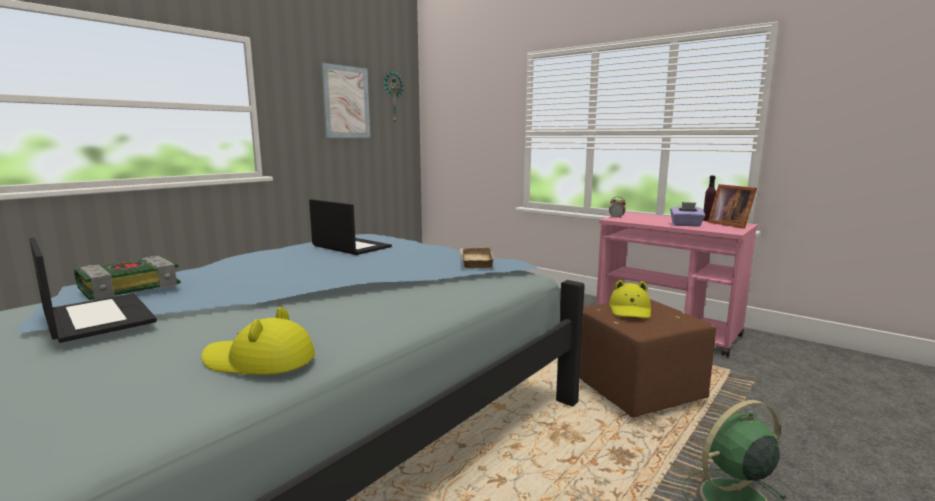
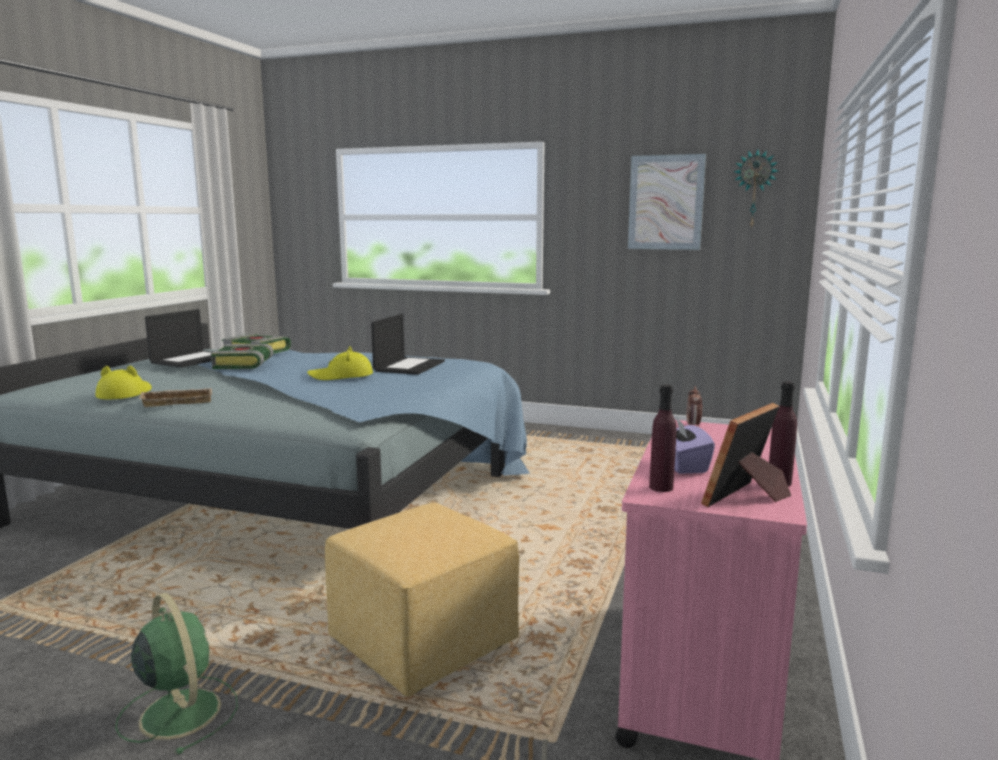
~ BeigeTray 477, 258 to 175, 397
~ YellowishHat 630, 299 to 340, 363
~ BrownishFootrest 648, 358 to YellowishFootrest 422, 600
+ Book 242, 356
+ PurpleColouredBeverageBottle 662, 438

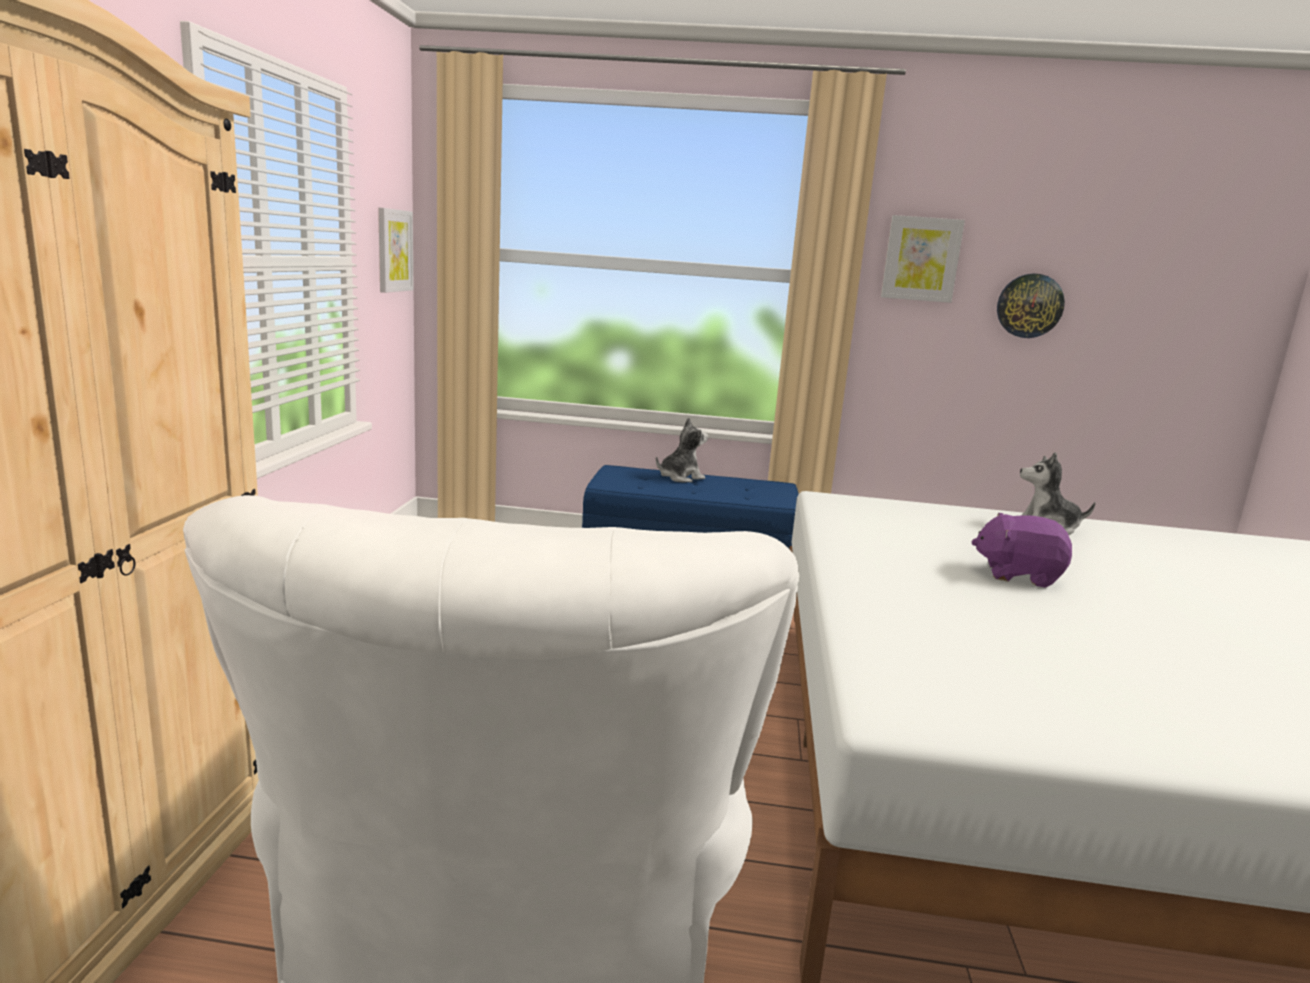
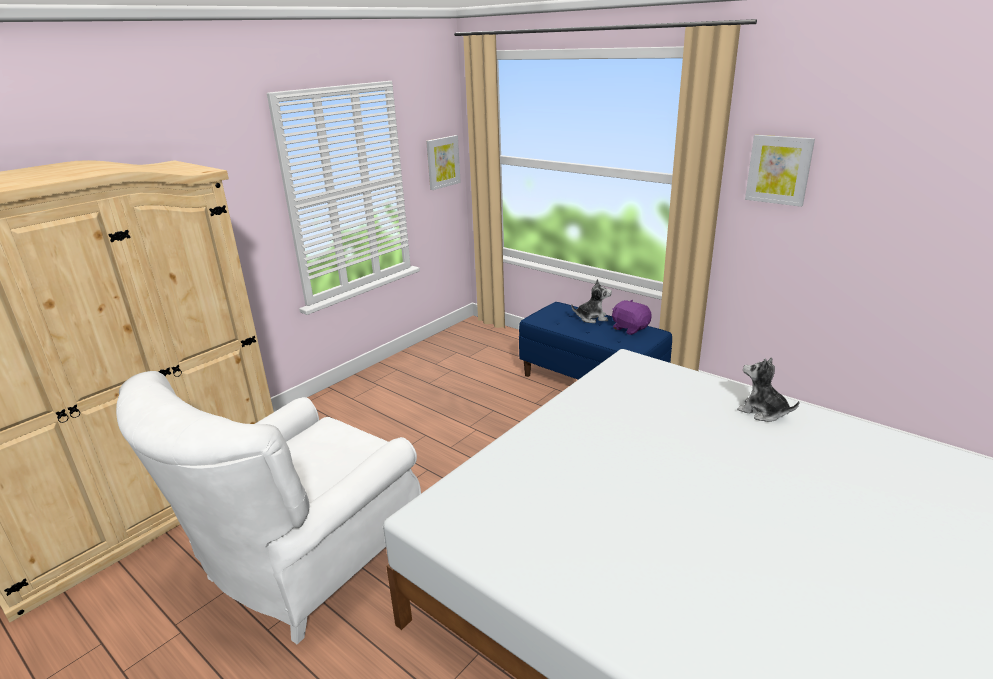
- HangingClock 1031, 306
~ PurpleColouredSoftToy 1022, 550 to 632, 317

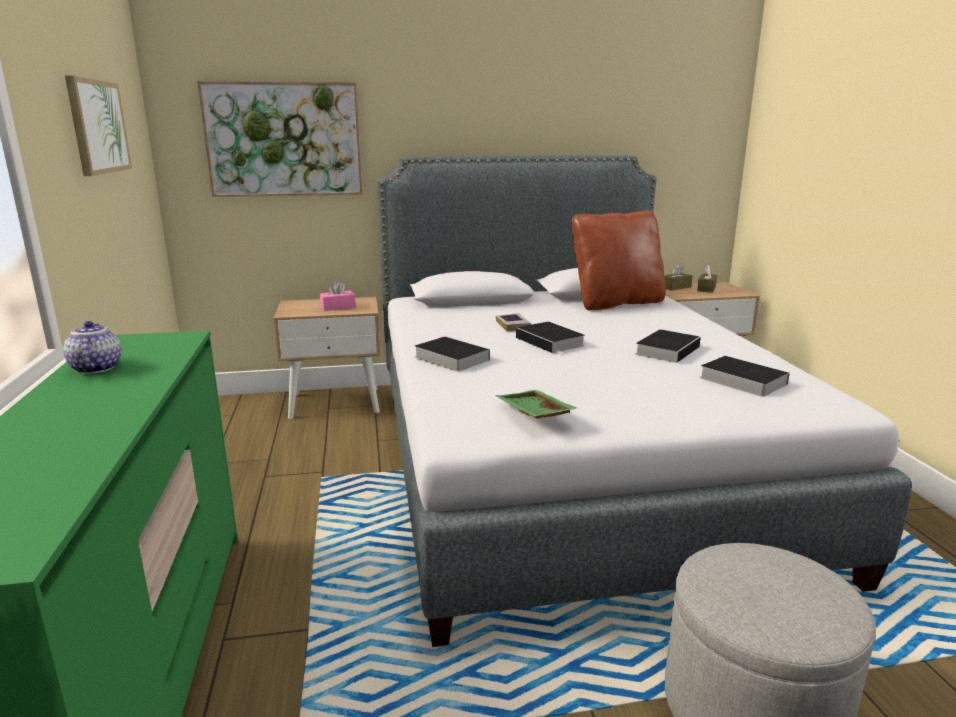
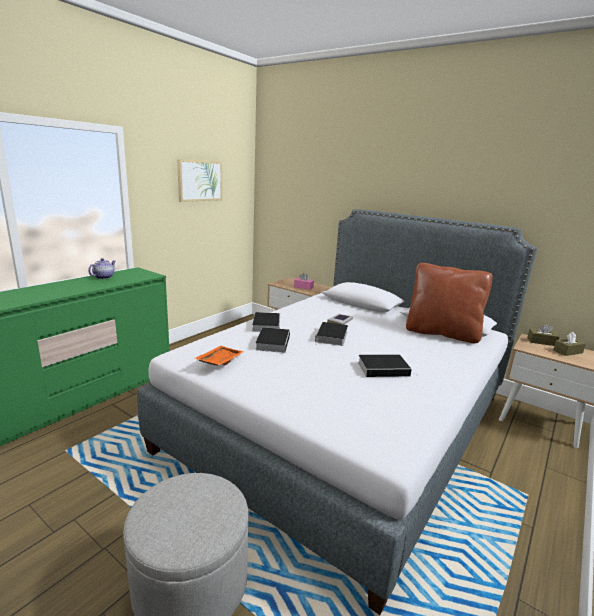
- WallPicture 279, 139
~ Book 744, 376 to 272, 340
~ GreenTray 537, 404 to OrangeyTray 219, 356

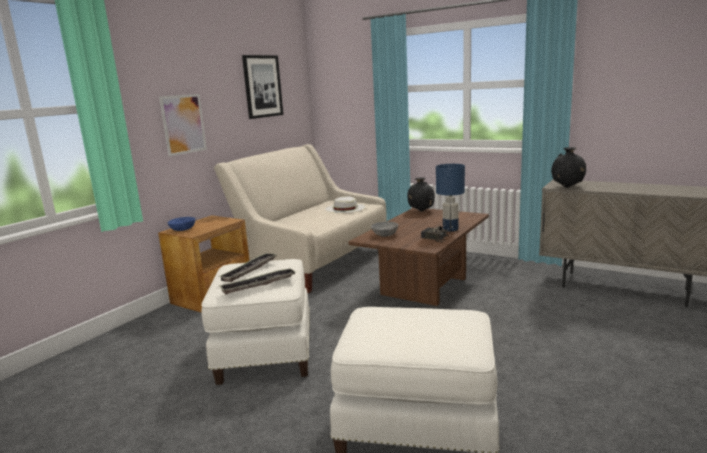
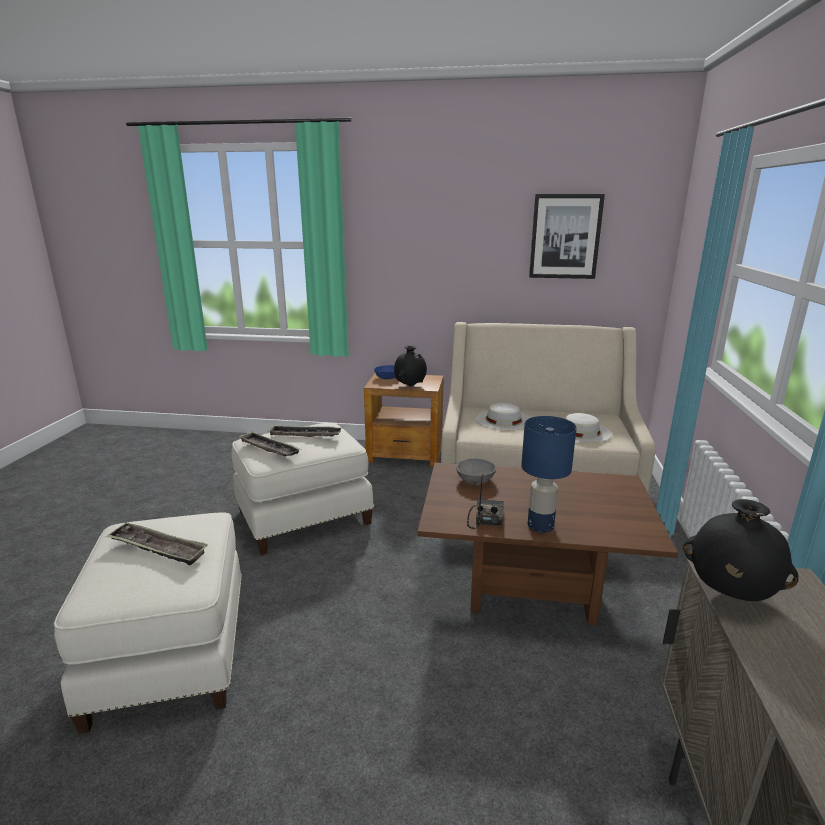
- WallPicture 183, 125
~ BlackishVase 421, 194 to 410, 366
+ WhiteHat 503, 416
+ Tray 157, 544

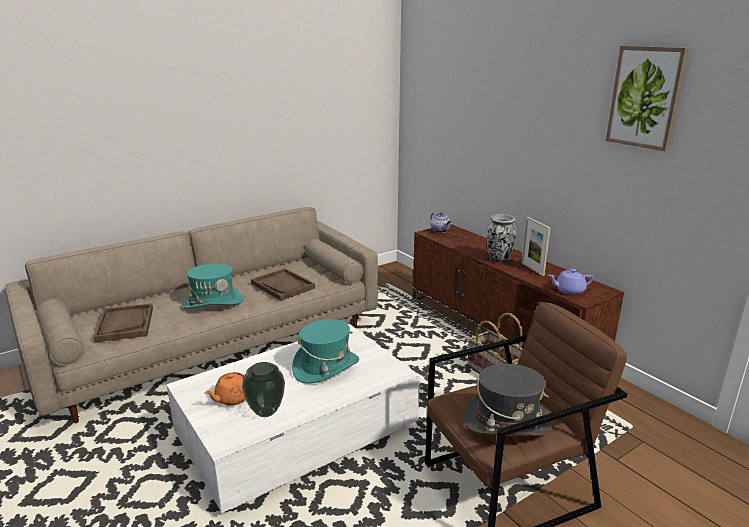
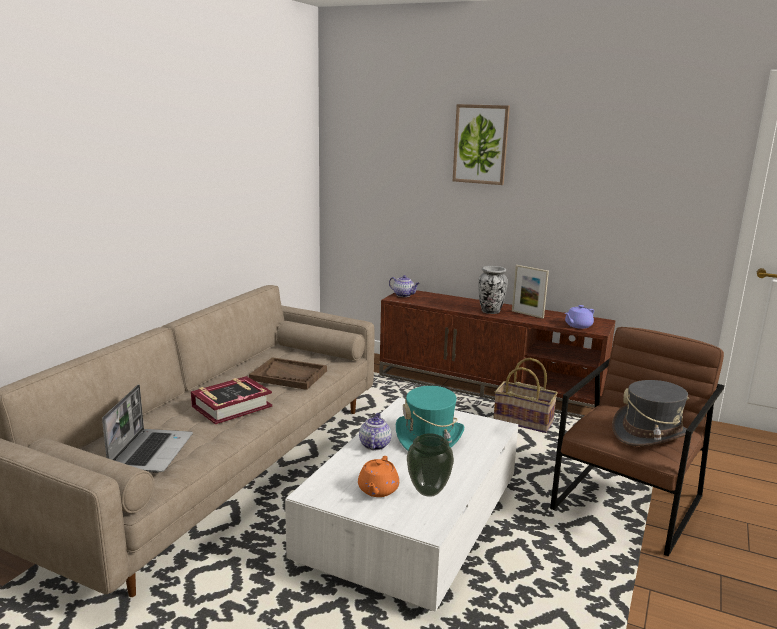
~ WallPicture 647, 98 to 481, 144
~ TurquoiseColouredHat 213, 286 to Book 231, 400
~ BrownishTray 123, 322 to Laptop 147, 428
+ PotForTea 375, 431

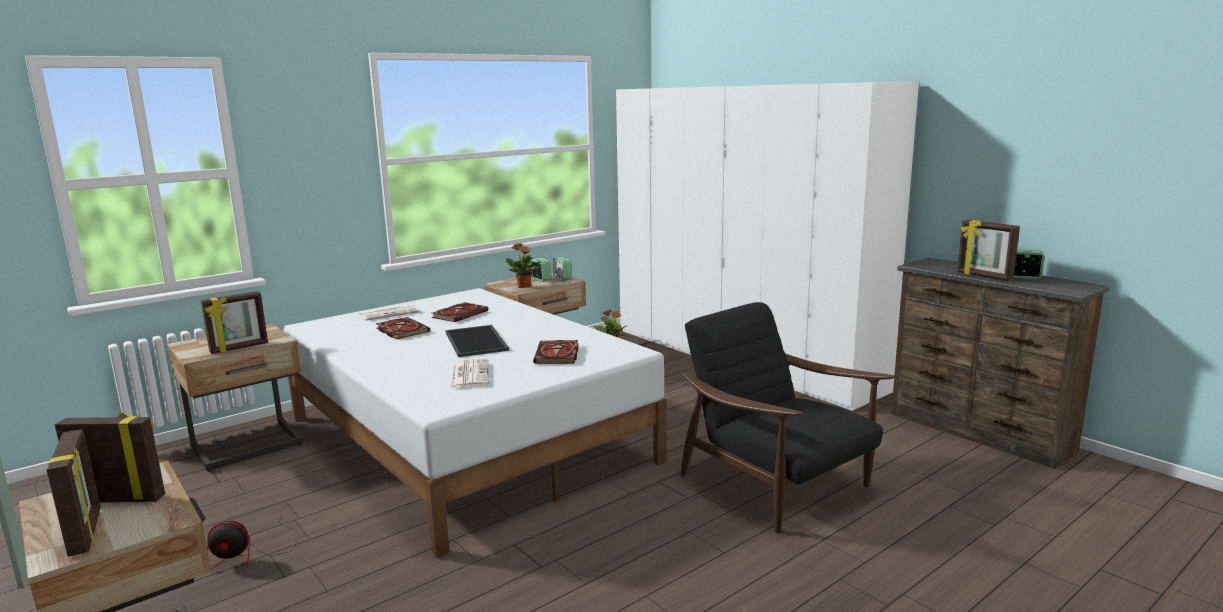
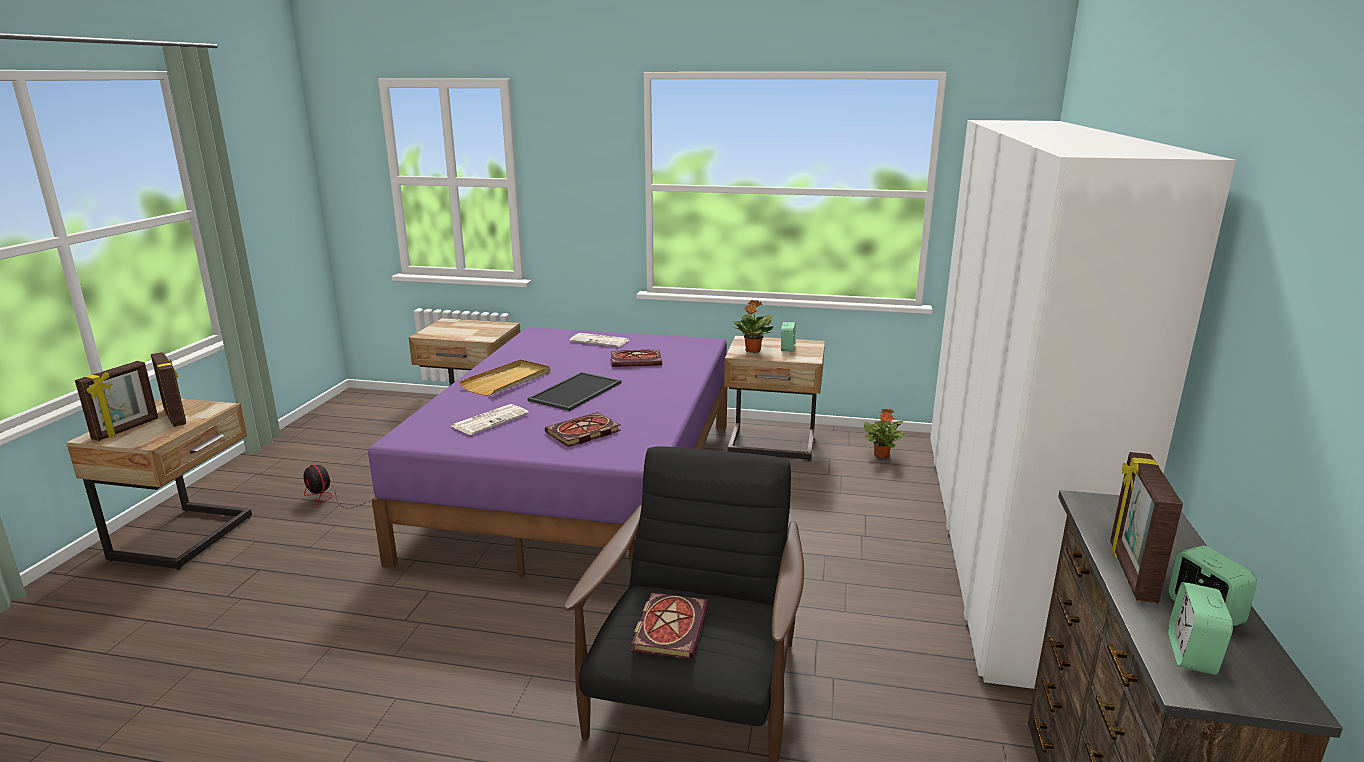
~ AlarmClock 562, 269 to 1200, 628
~ WhiteBed 475, 423 to PurpleColouredBed 547, 452
- PictureFrame 234, 322
~ Book 403, 328 to 670, 625
+ BeigeTray 504, 377

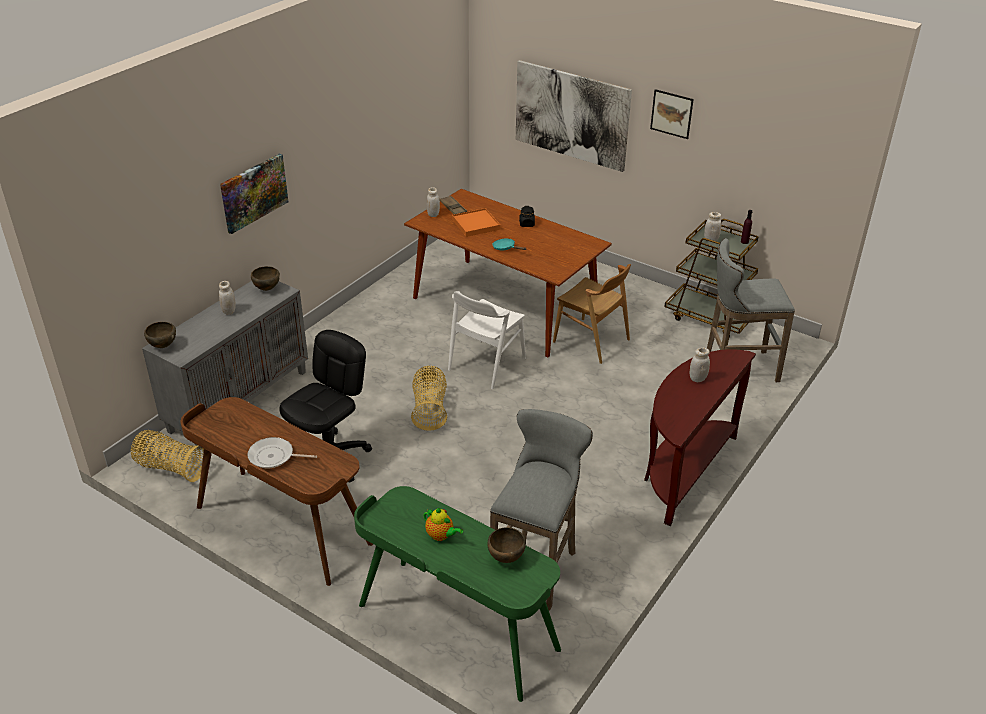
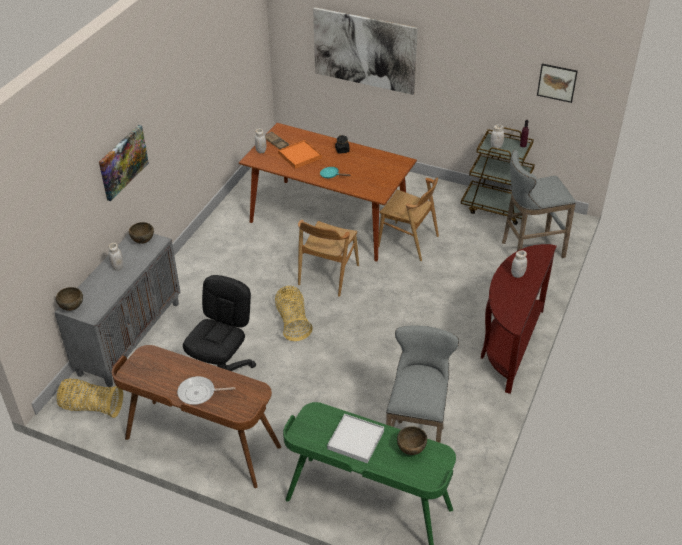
~ WallPicture 672, 114 to 557, 83
~ WhiteChair 487, 340 to BrownishChair 328, 258
~ PotForTea 443, 524 to WhiteTray 355, 438

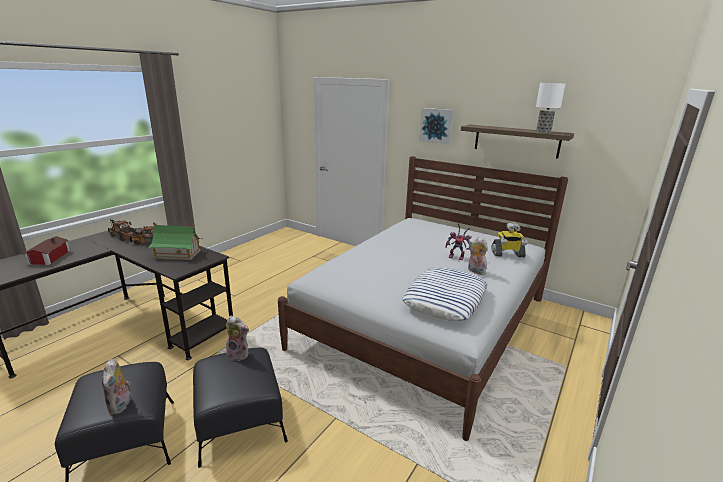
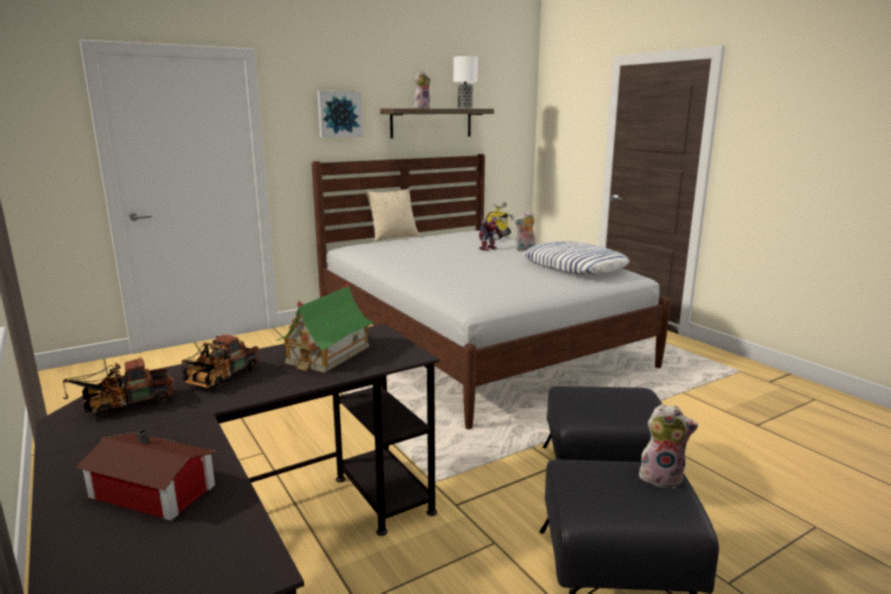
~ SoftToy 237, 338 to 422, 89
+ BeigeThrowPillow 392, 215

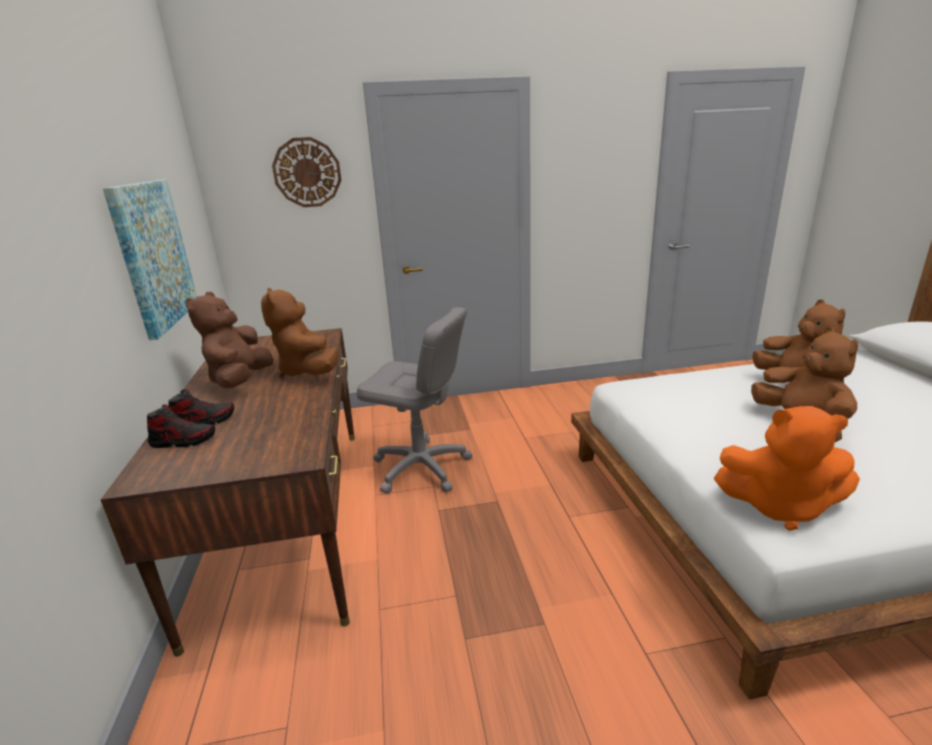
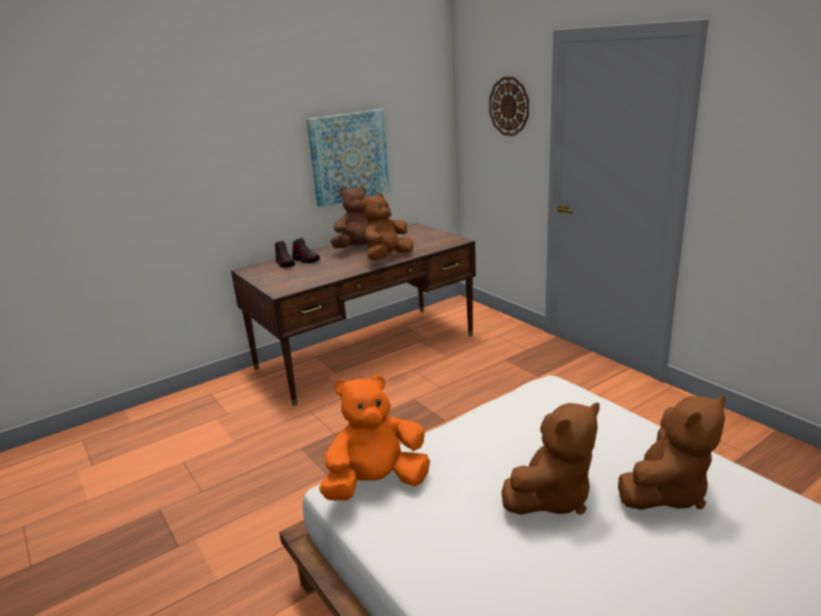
- GreyishOfficeChair 414, 400
~ OrangeySoftToy 787, 468 = 374, 437 75 degrees clockwise

